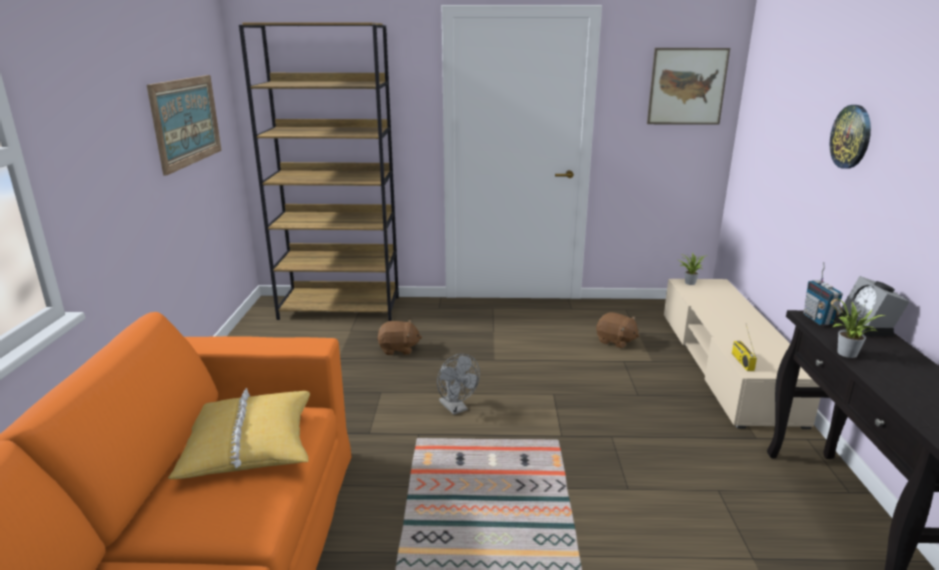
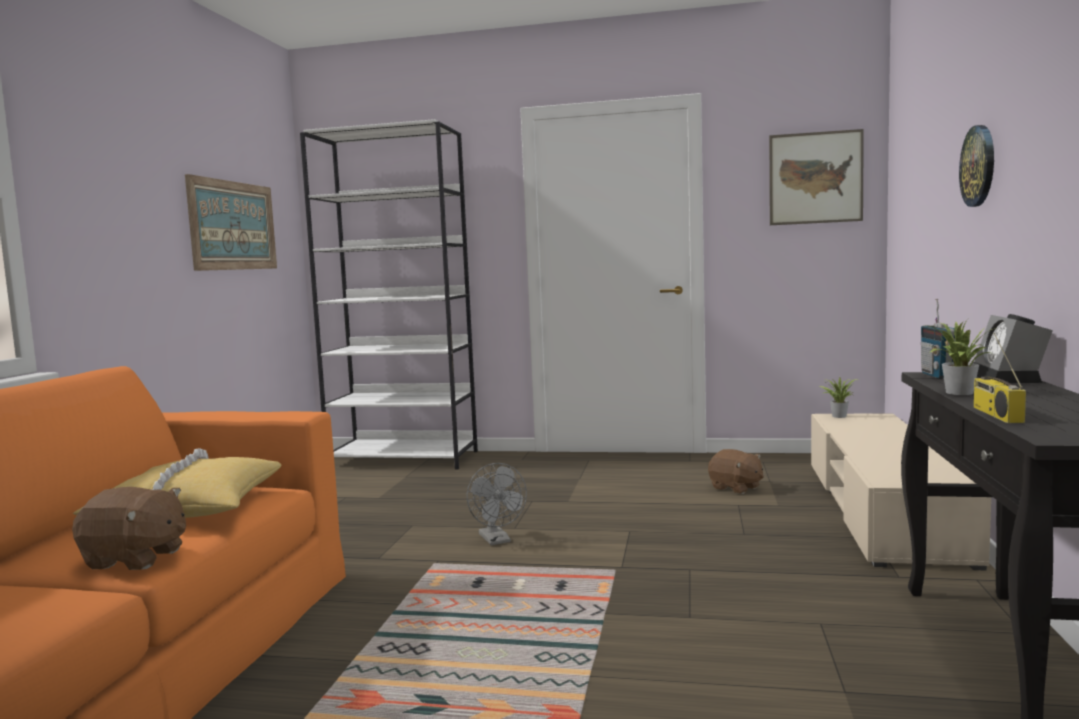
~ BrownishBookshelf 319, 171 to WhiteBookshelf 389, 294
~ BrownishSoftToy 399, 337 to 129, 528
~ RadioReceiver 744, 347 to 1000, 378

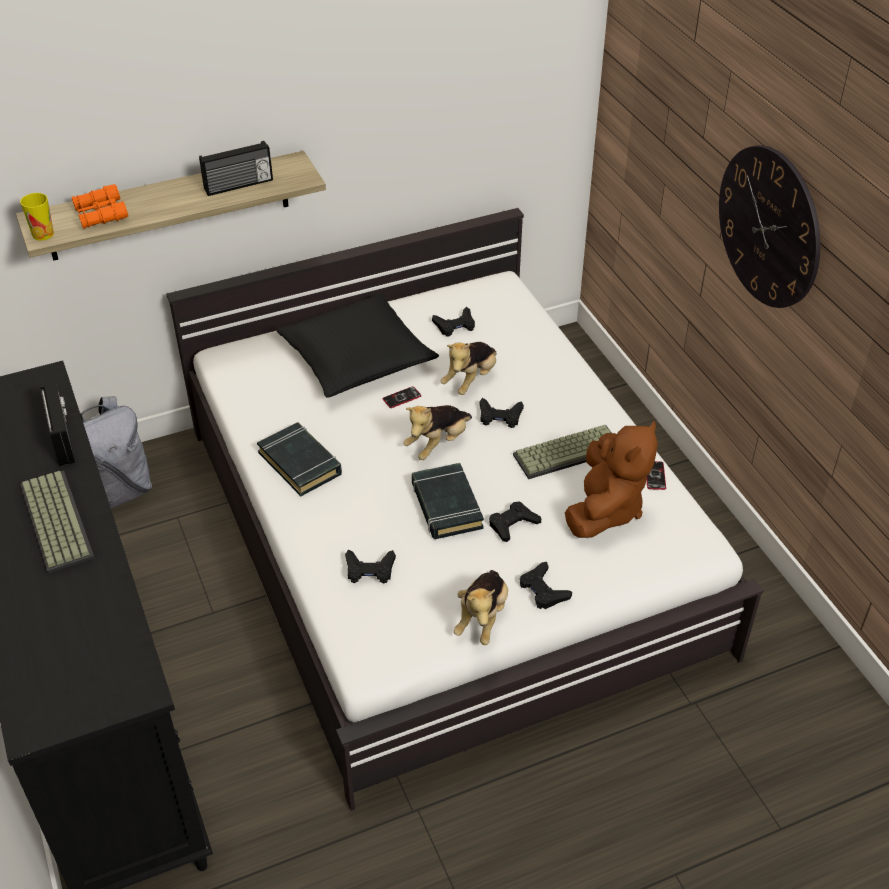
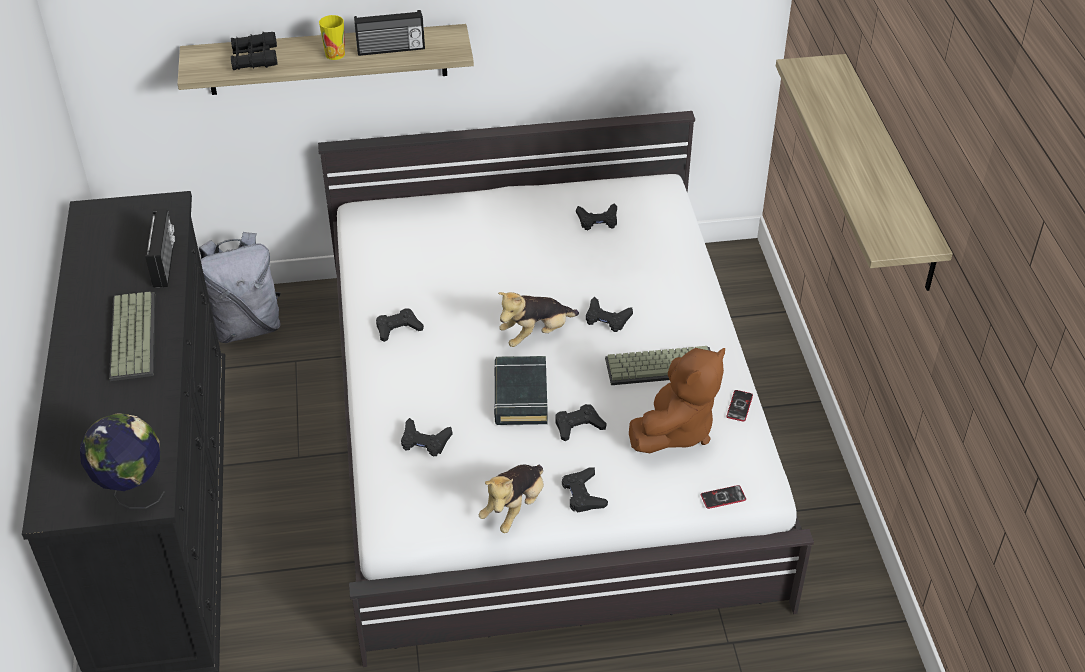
~ HangingClock 770, 226 to Shelf 864, 172
~ OrangeyBinoculars 100, 206 to BlackishBinoculars 254, 51
~ DrinkingCup 37, 217 to 332, 37
- BlackishThrowPillow 357, 345
- SoftToy 469, 368
~ Phone 402, 397 to 723, 497
~ BlackishBook 299, 459 to BlackishGameController 400, 325
+ DeskGlobe 122, 460

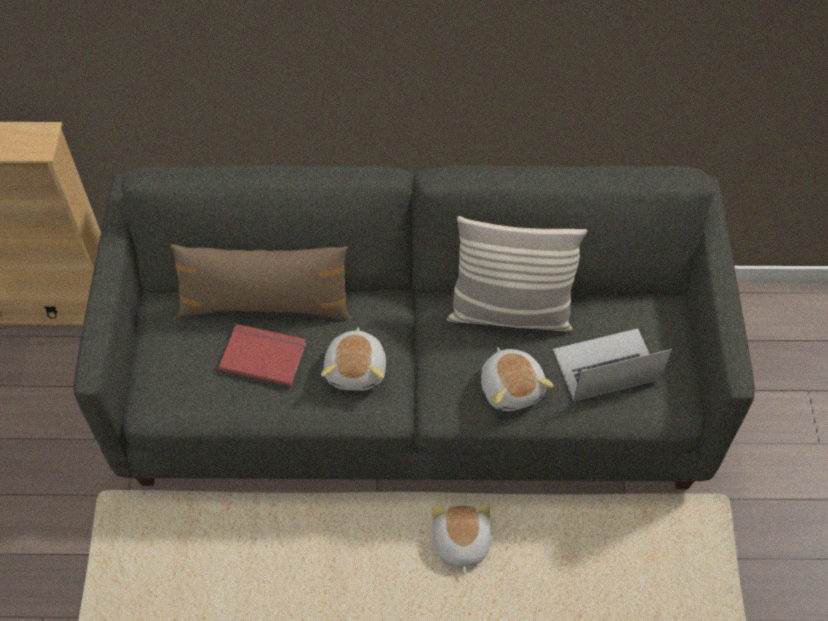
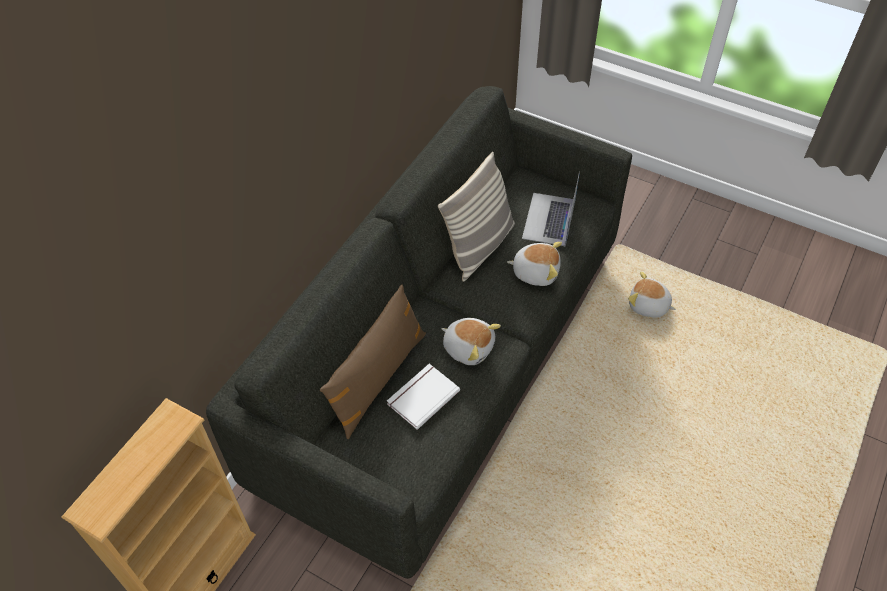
~ ReddishBook 263, 355 to WhiteBook 423, 397
~ SoftToy 461, 538 to 652, 294

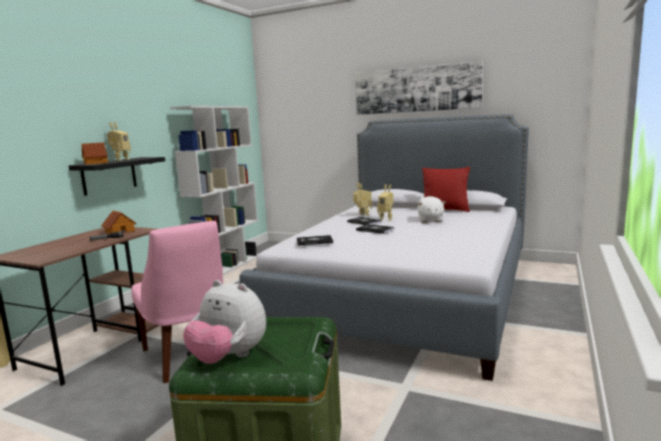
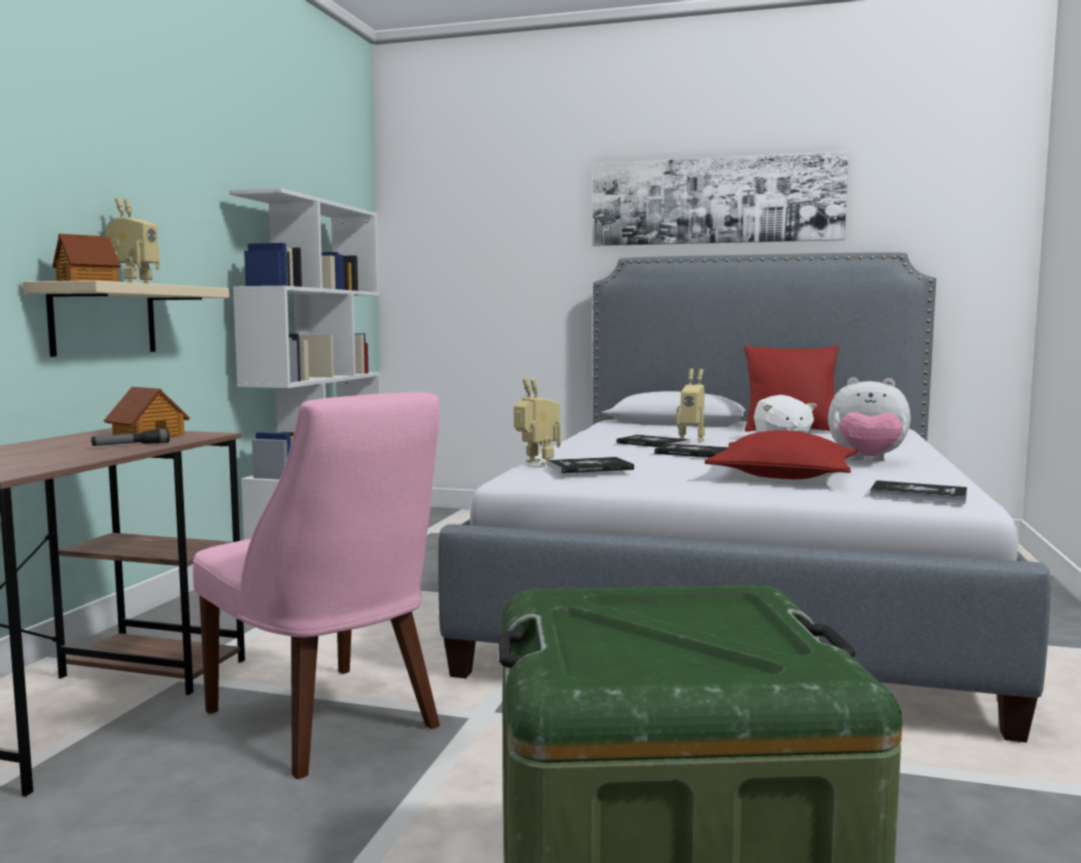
~ BlackishShelf 117, 176 to BeigeShelf 126, 318
~ RobotFigure 362, 199 to 537, 421
~ SoftToy 224, 322 to 869, 419
+ ReddishThrowPillow 780, 454
+ Book 918, 492

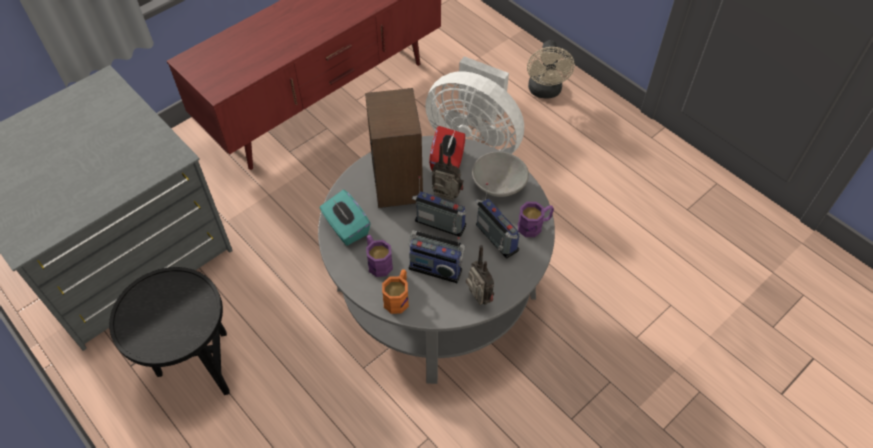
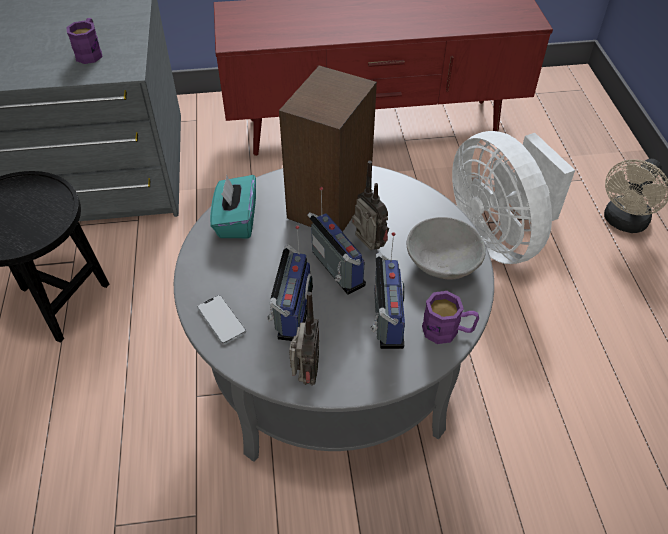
- ReddishTissueBox 447, 148
~ RadioReceiver 436, 256 = 290, 283 135 degrees counterclockwise
~ PurpleColouredTeaMug 379, 256 to 84, 41
~ OrangeyTeaMug 395, 291 to Phone 221, 319

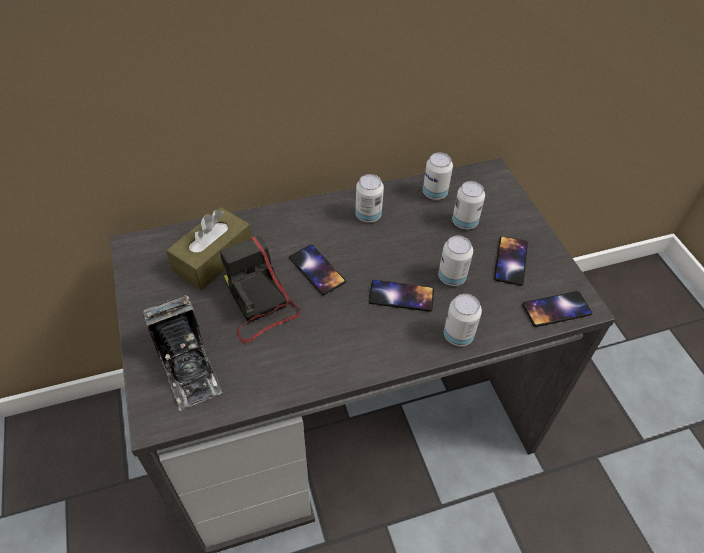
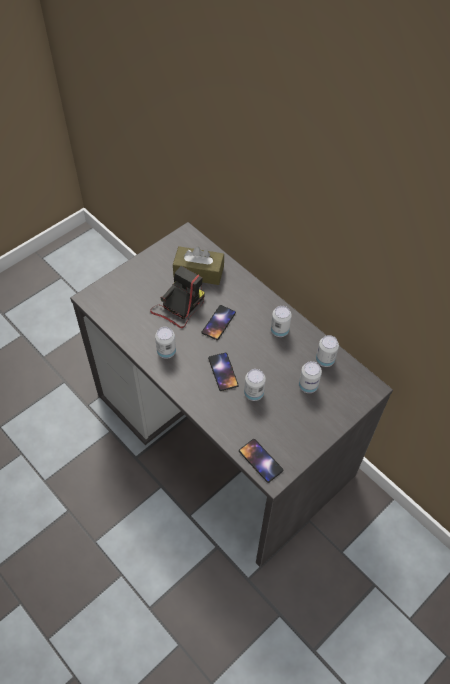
- Phone 511, 261
~ MetalCan 463, 320 to 165, 343
- StillCamera 182, 353

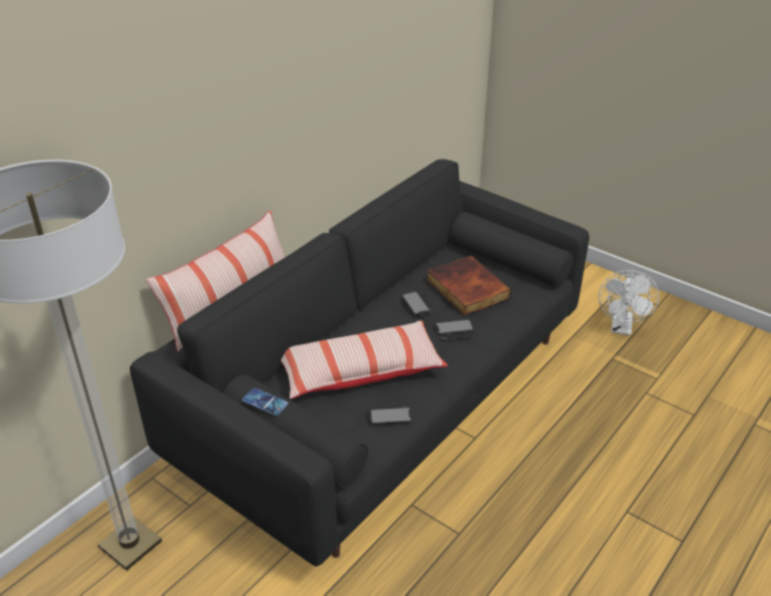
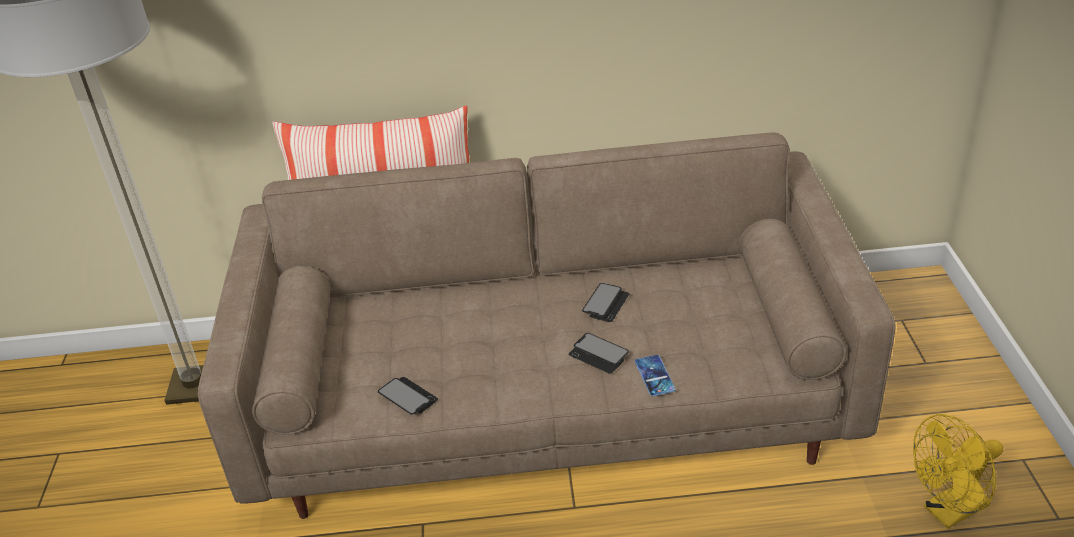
~ BlackishCouch 359, 363 to BeigeCouch 547, 325
- Book 468, 285
~ WhiteFan 629, 302 to YellowishFan 958, 471
- ThrowPillow 364, 359
~ Phone 265, 402 to 655, 375

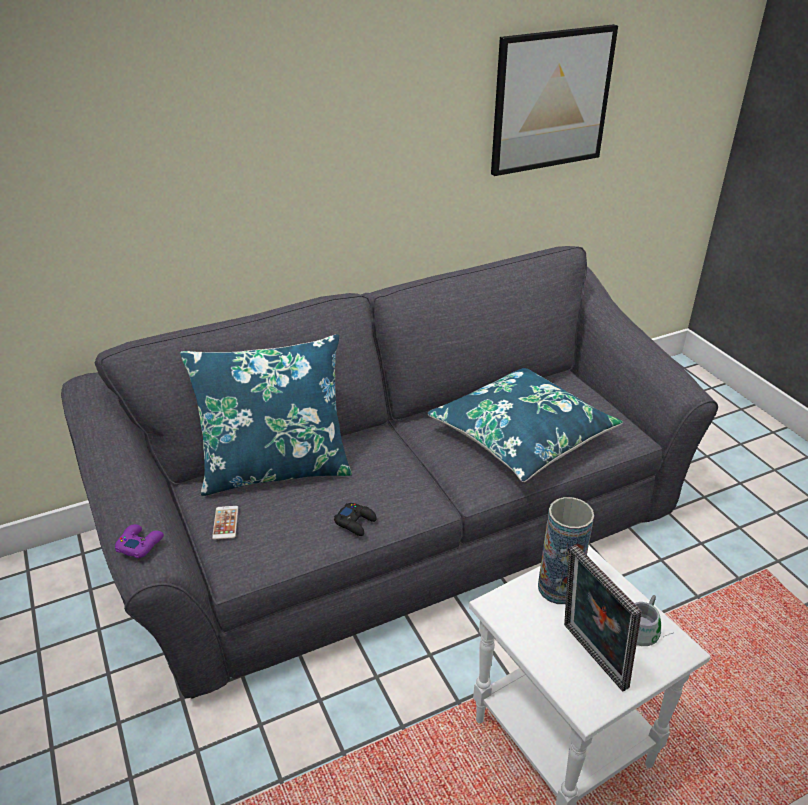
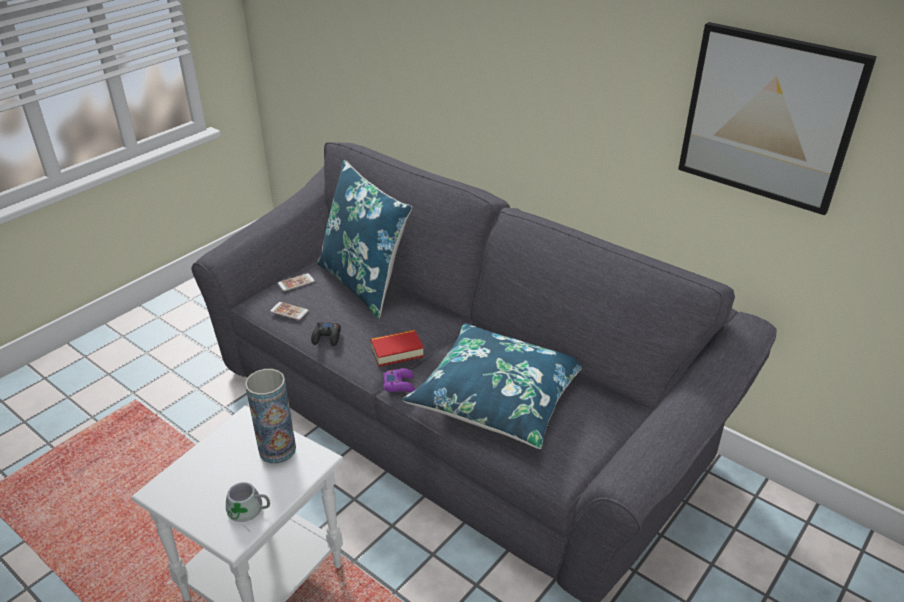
~ PurpleColouredGameController 139, 541 to 399, 380
- PictureFrame 603, 618
+ Phone 289, 311
+ Book 397, 348

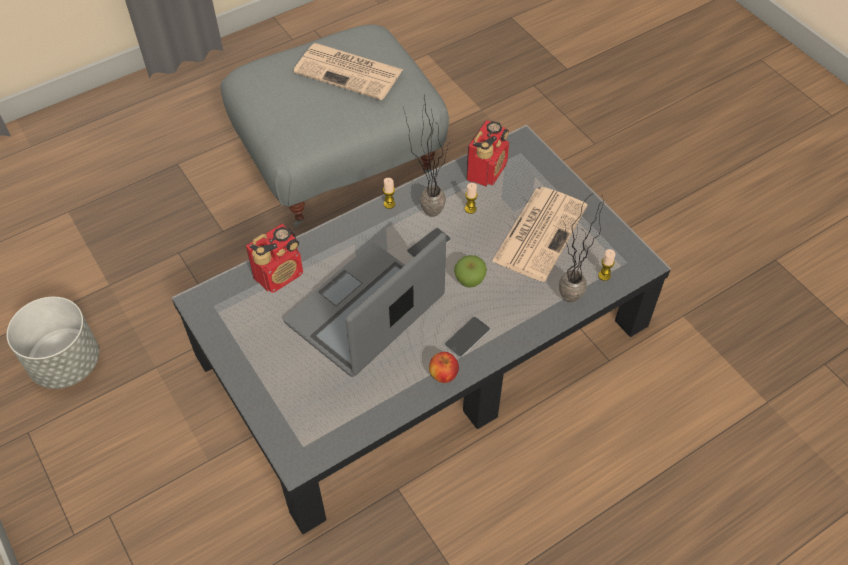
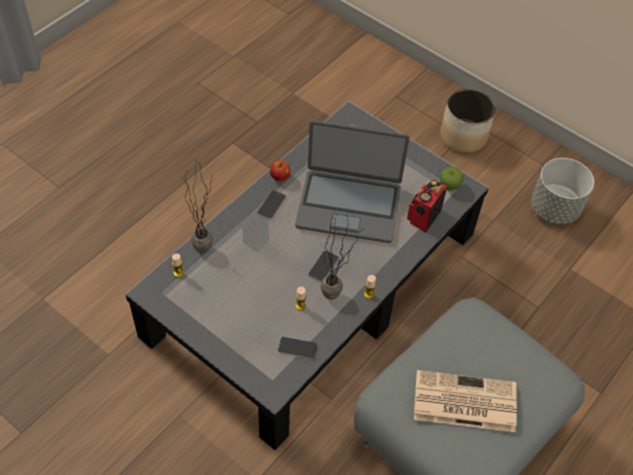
~ RadioReceiver 487, 153 to Phone 297, 348
- DailyPaper 539, 234
~ Laptop 365, 305 = 352, 181 75 degrees clockwise
~ AppleFruit 470, 271 to 452, 178
+ PlantPot 468, 121

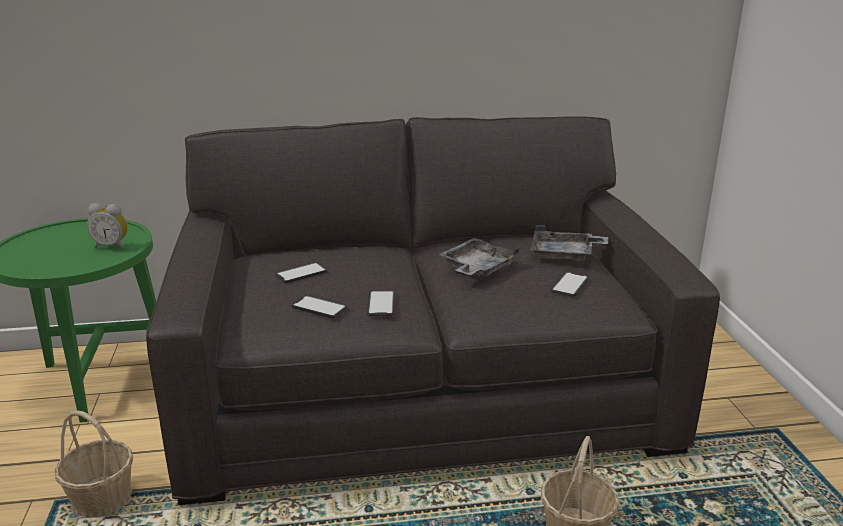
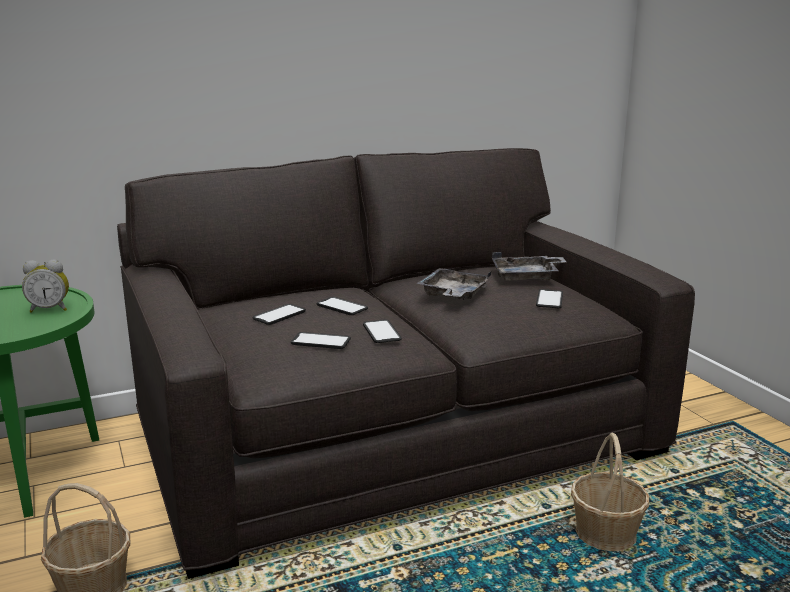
+ Phone 342, 306

